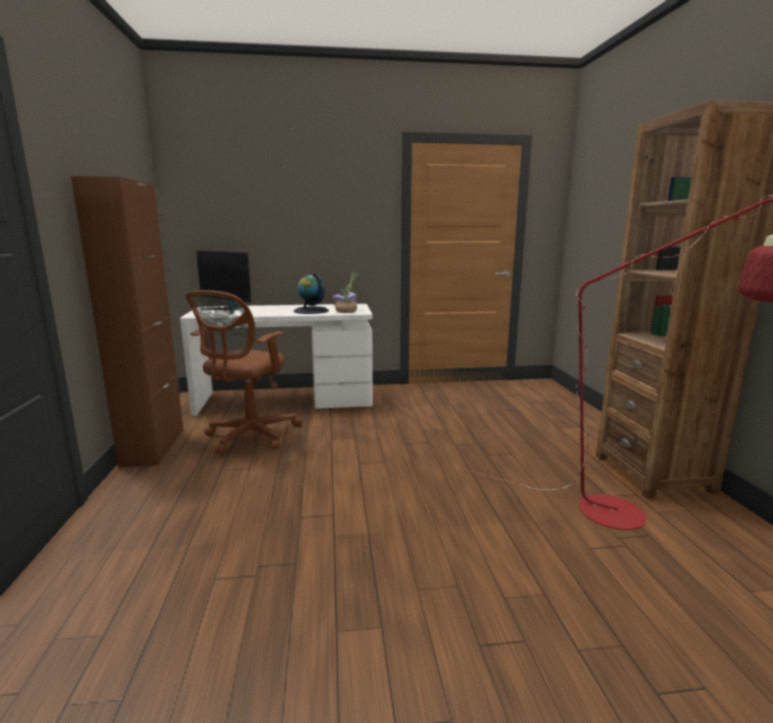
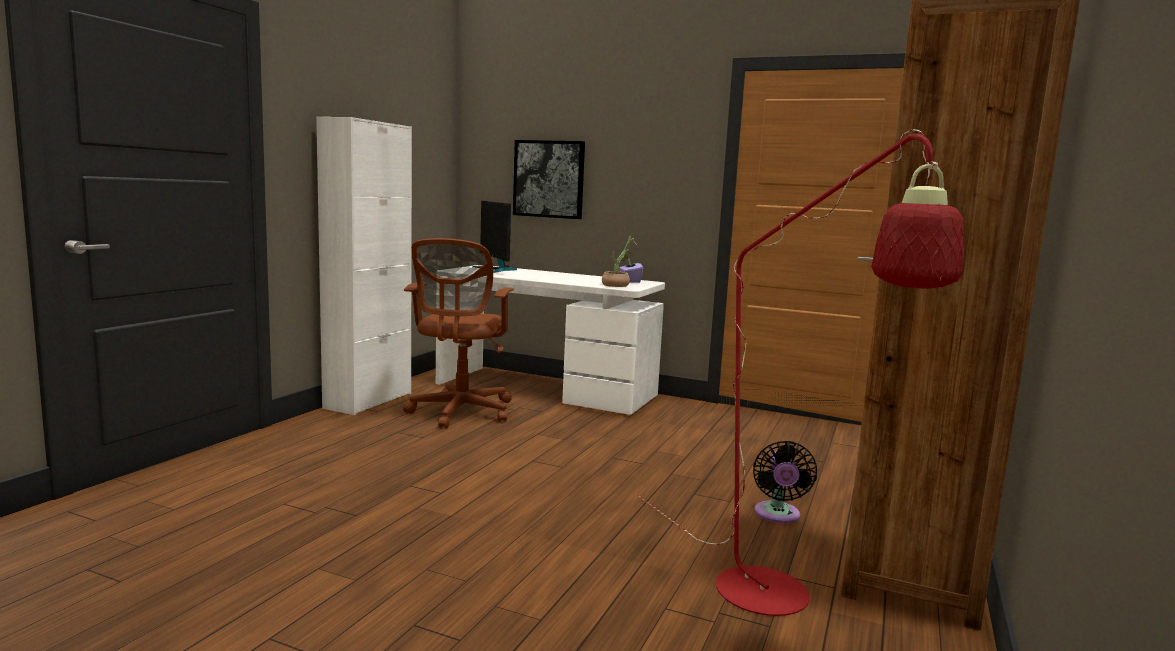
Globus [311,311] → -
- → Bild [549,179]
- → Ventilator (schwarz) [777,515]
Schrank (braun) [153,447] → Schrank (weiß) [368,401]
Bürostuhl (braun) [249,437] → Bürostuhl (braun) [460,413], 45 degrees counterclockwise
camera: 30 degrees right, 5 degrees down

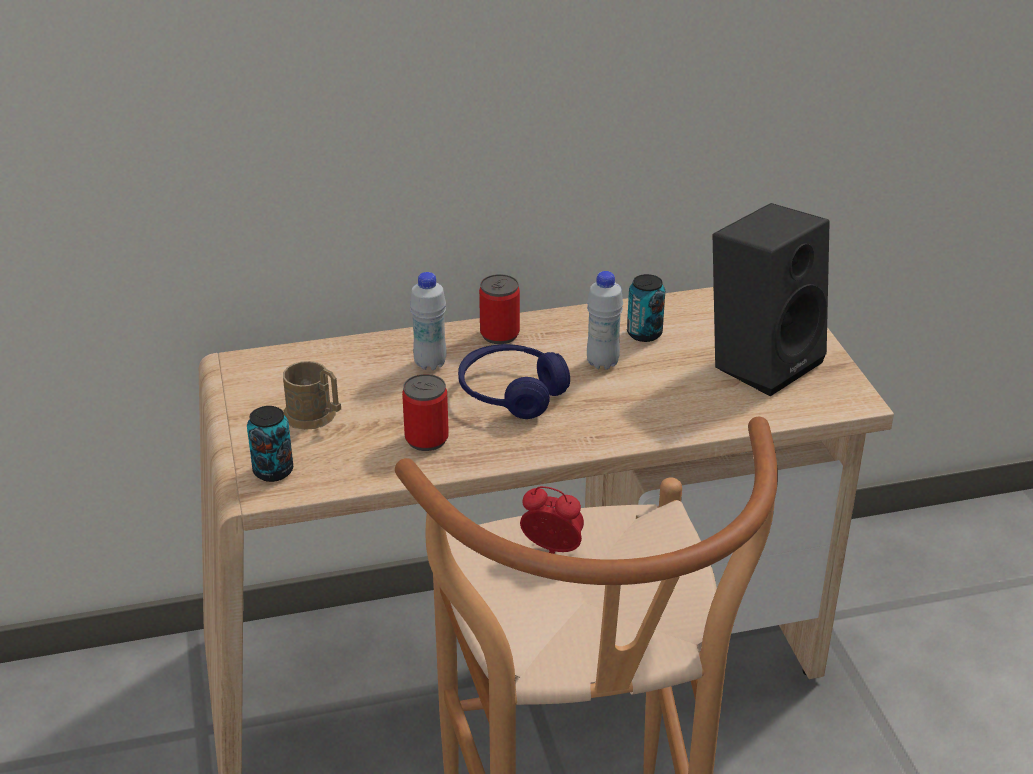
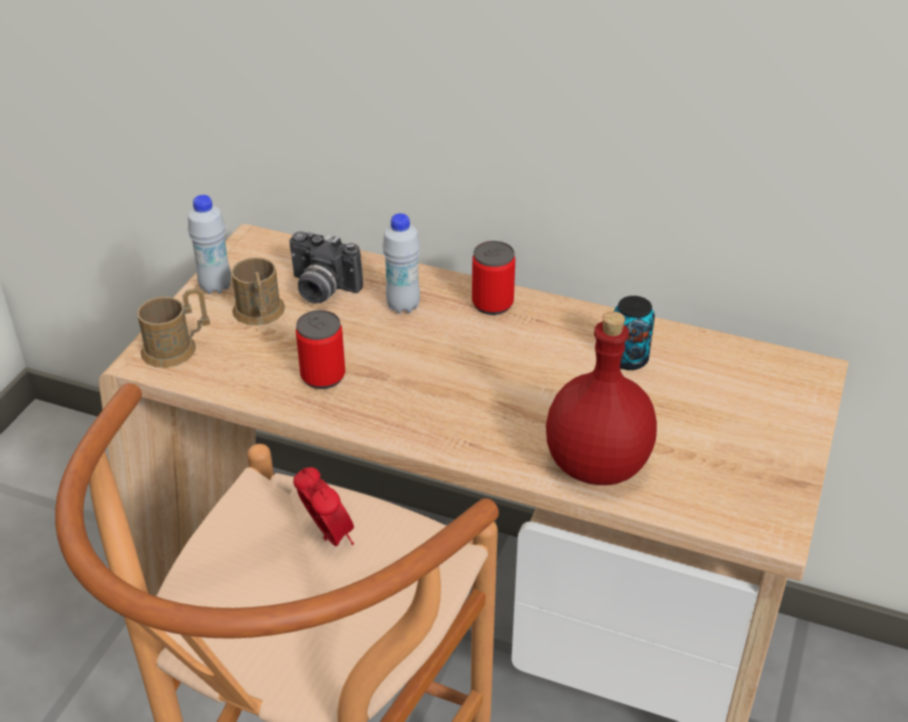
Kopfhörer (blau) [511,393] → -
Lautsprecher (schwarz) [762,360] → -
- → Kamera [321,290]
- → Flasche (rot) [598,466]
Flasche (weiß) [602,363] → Flasche (weiß) [215,287], move
Dose [273,471] → Henkelbecher (braun) [177,348]
camera: 35 degrees right, 5 degrees up

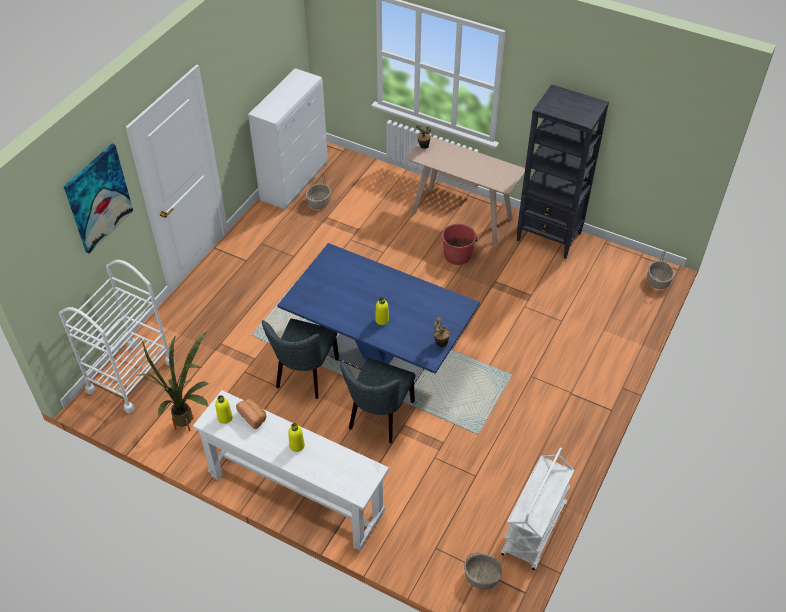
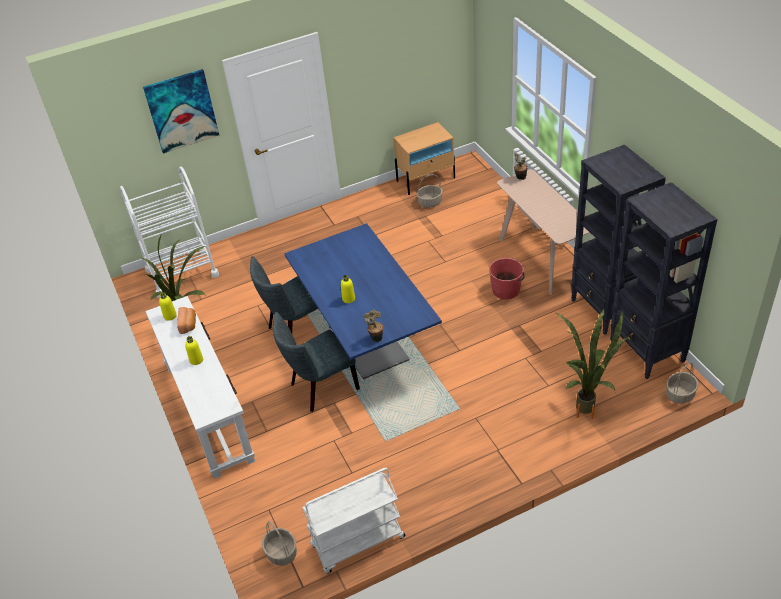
- → Topfpflanze [586,407]
- → Bücherregal (schwarz) [647,352]
Schrank (weiß) [295,181] → Nachttisch (beige) [426,179]
camera: 40 degrees right, 5 degrees down

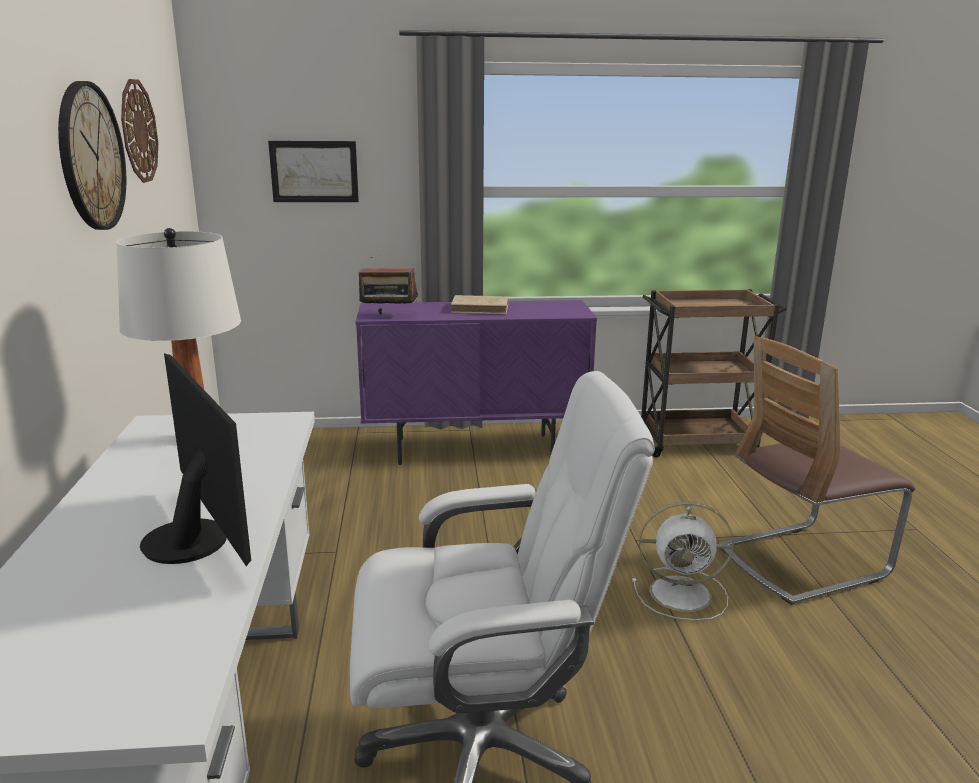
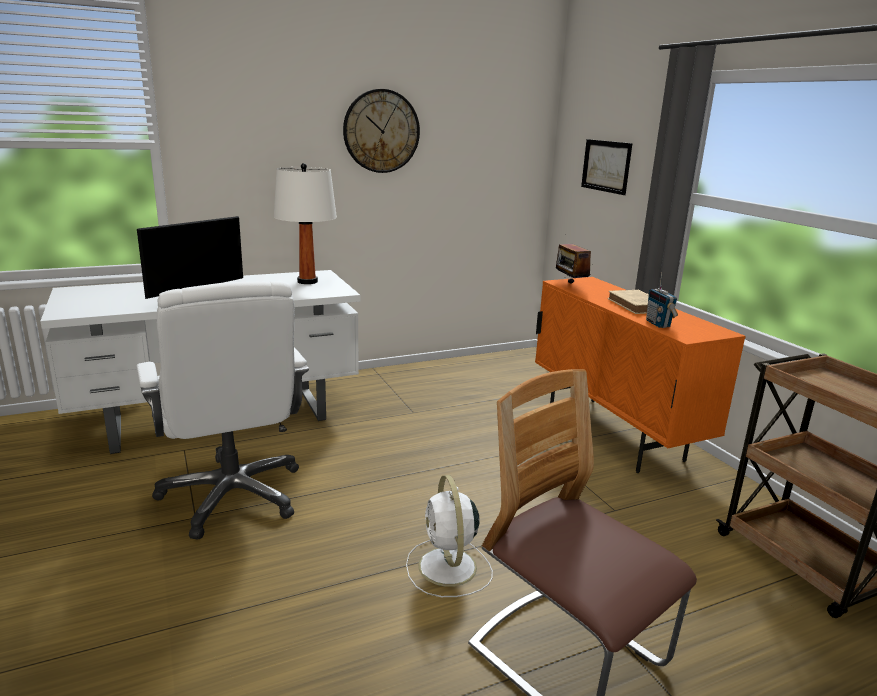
Wanduhr [138,131] → -
- → Radio [658,324]
Schrank (lila) [475,449] → Schrank (orange) [613,433]
camera: 70 degrees right, 0 degrees up

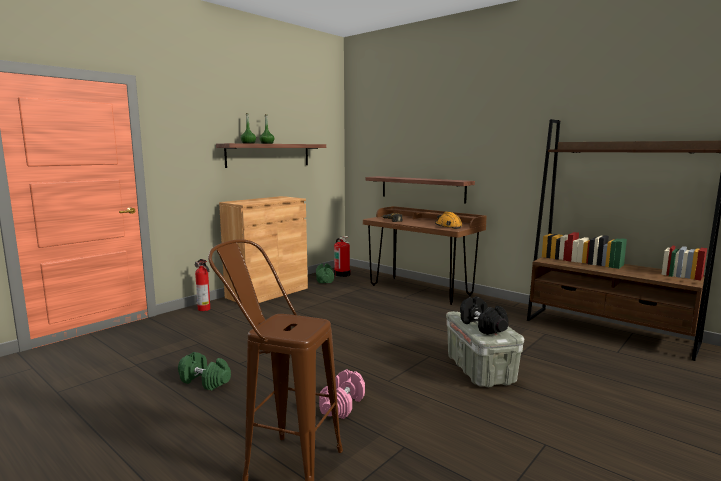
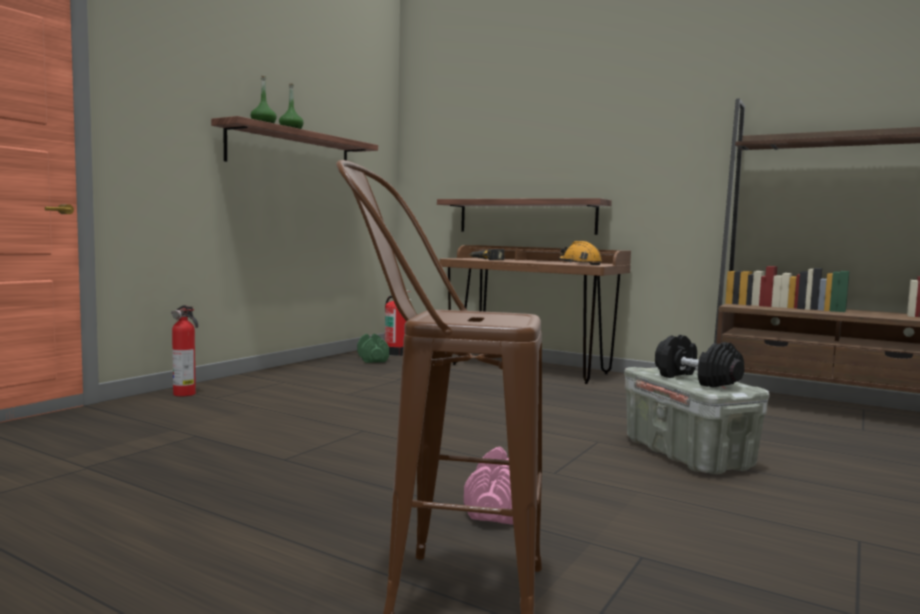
Hantel (grün) [205,381] → -
Schrank (braun) [267,293] → -
camera: 10 degrees left, 5 degrees down

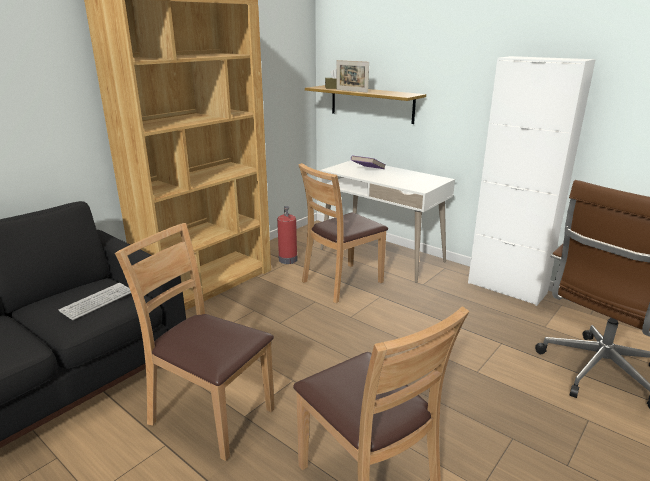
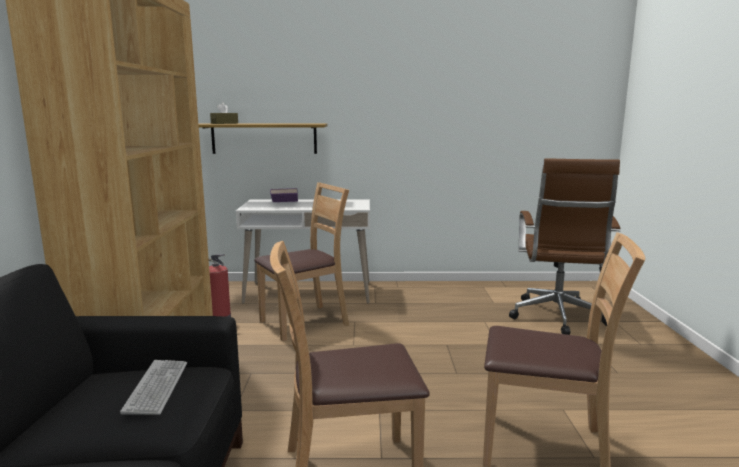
Bilderrahmen [351,91] → -
Schrank (weiß) [506,288] → -
Stuhl (braun) [342,282] → Stuhl (braun) [305,322], 135 degrees counterclockwise
camera: 40 degrees left, 10 degrees down

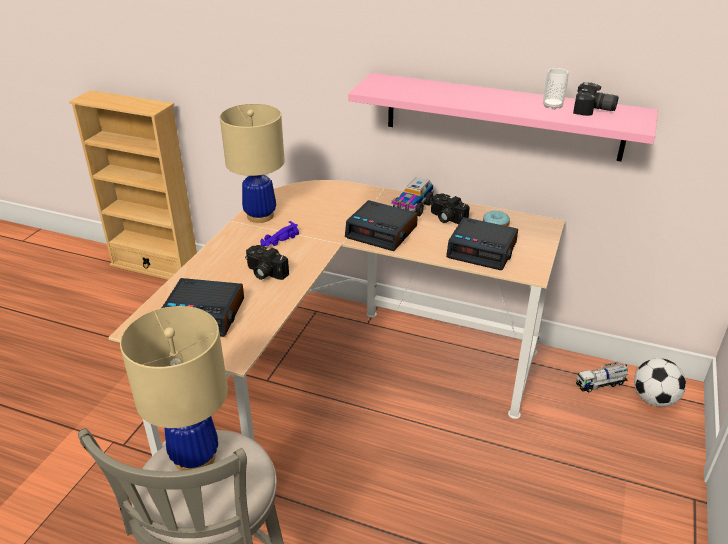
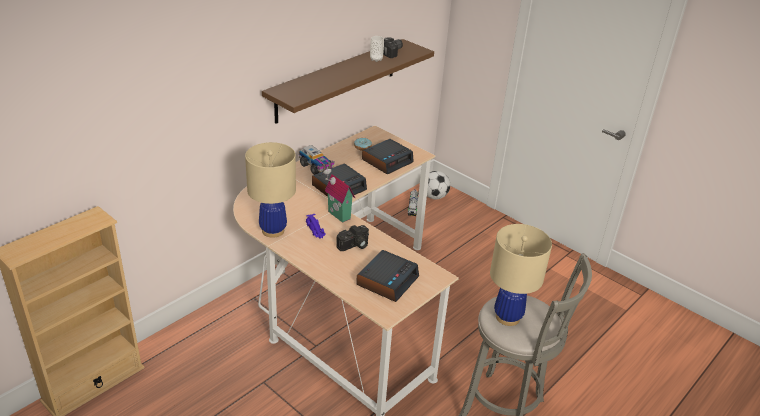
Kamera [446,218] → -
- → Spielzeughaus [337,215]
Wandregal (rosa) [502,116] → Wandregal (braun) [337,80]
camera: 70 degrees left, 0 degrees up

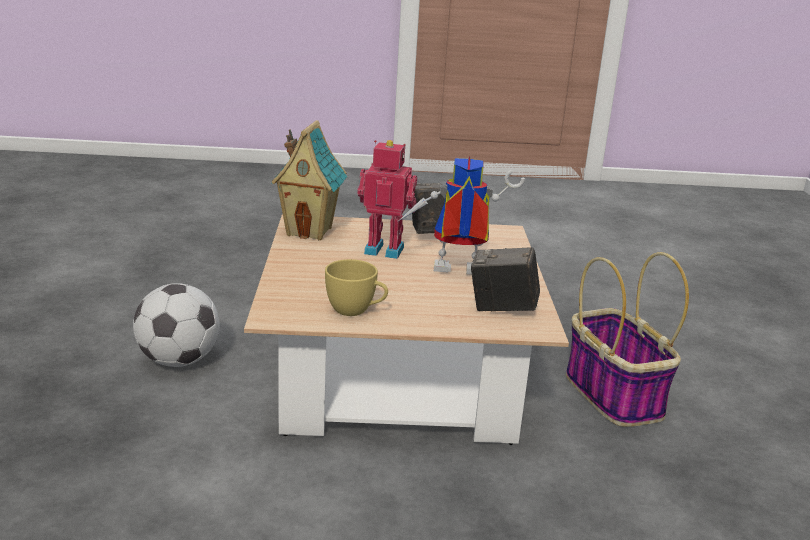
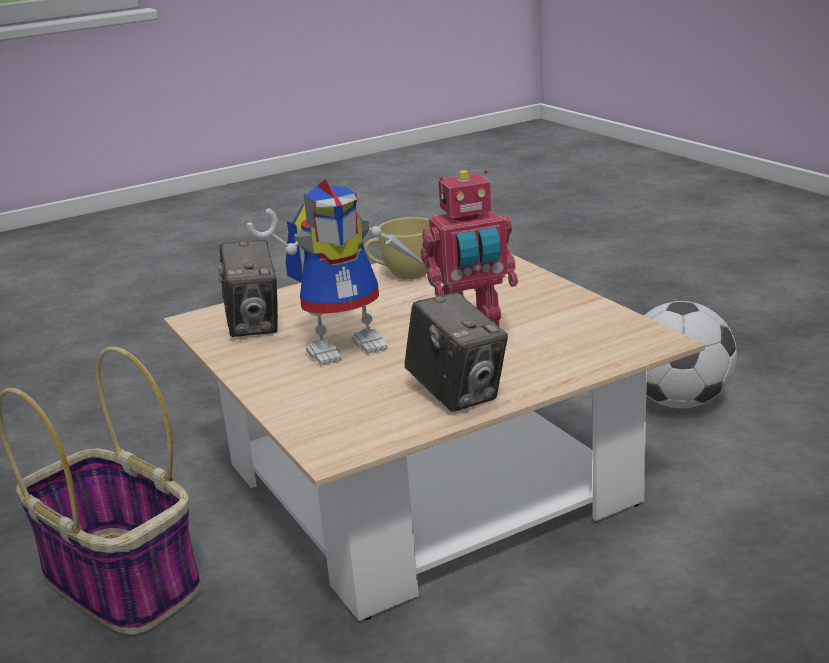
Spielzeughaus [310,231] → -
Kamera [502,308] → Kamera [254,325], 90 degrees clockwise
camera: 155 degrees right, 0 degrees up

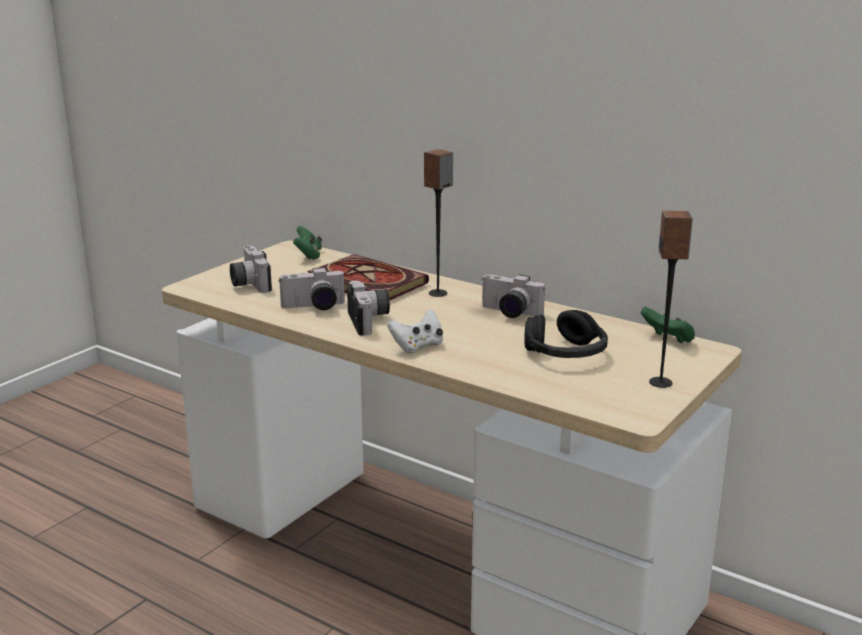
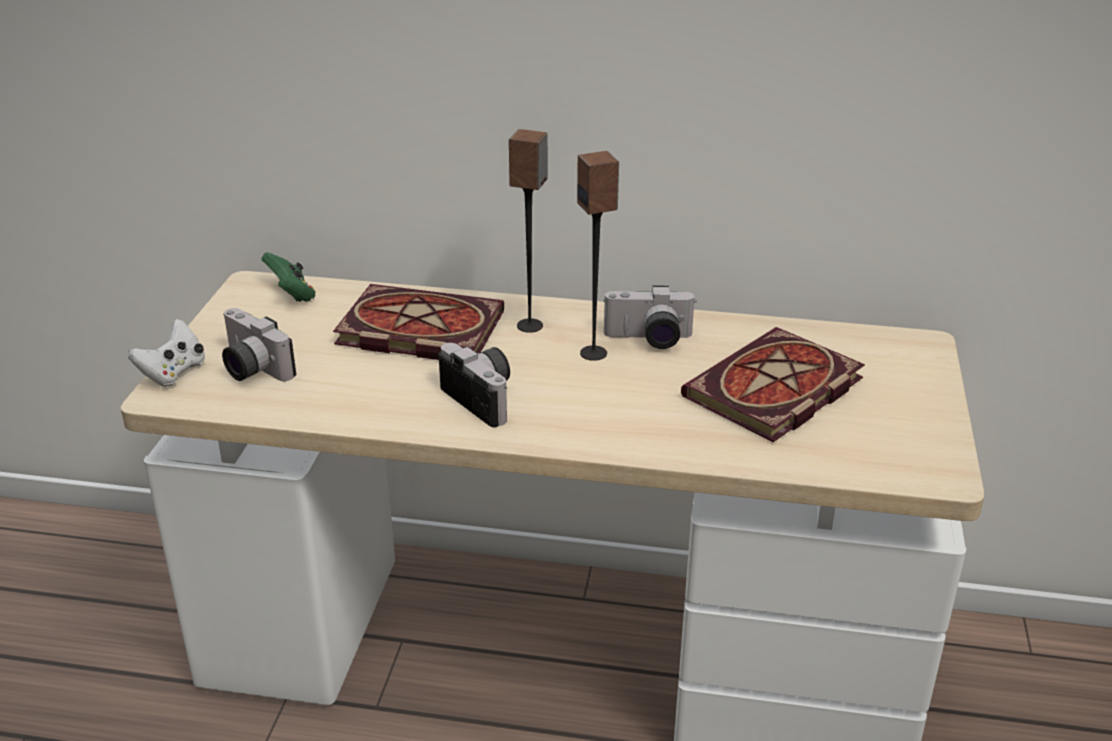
Kamera [314,307] → -
Gamepad (grün) [668,339] → -
Gamepad (weiß) [417,346] → Gamepad (weiß) [173,372], move
Lautsprecher [661,382] → Lautsprecher [594,353], move
Kopfhörer (schwarz) [565,353] → Buch [773,392]
camera: 25 degrees left, 10 degrees up

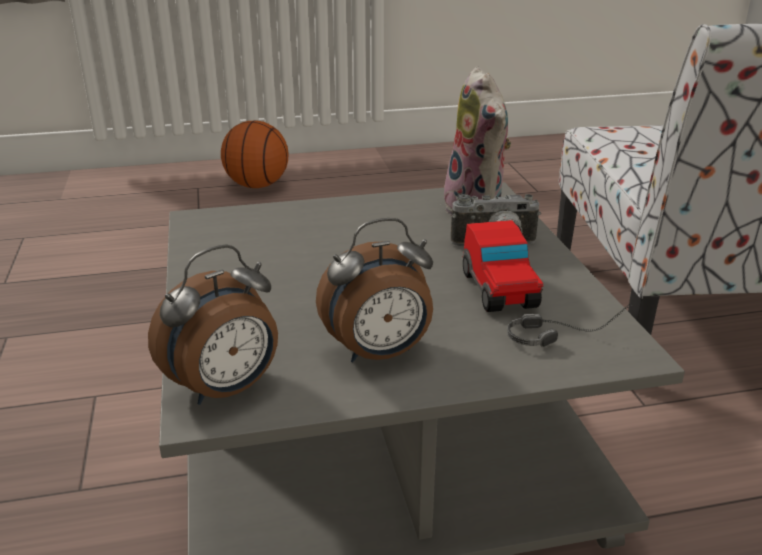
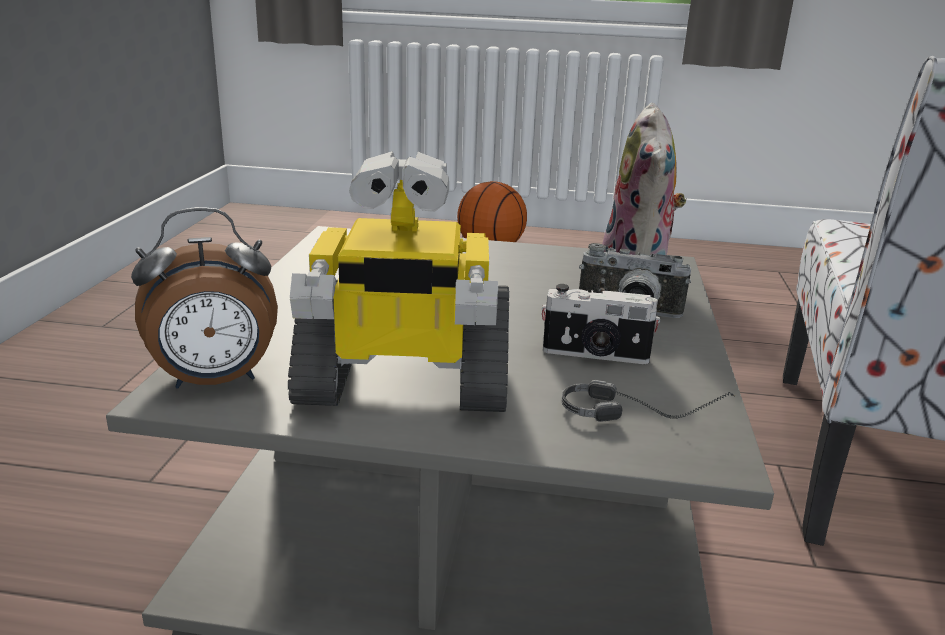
Wecker [379,354] → Spielzeugroboter [401,385]
Spielzeugauto [499,290] → Kamera [595,355]
camera: 20 degrees right, 5 degrees down

